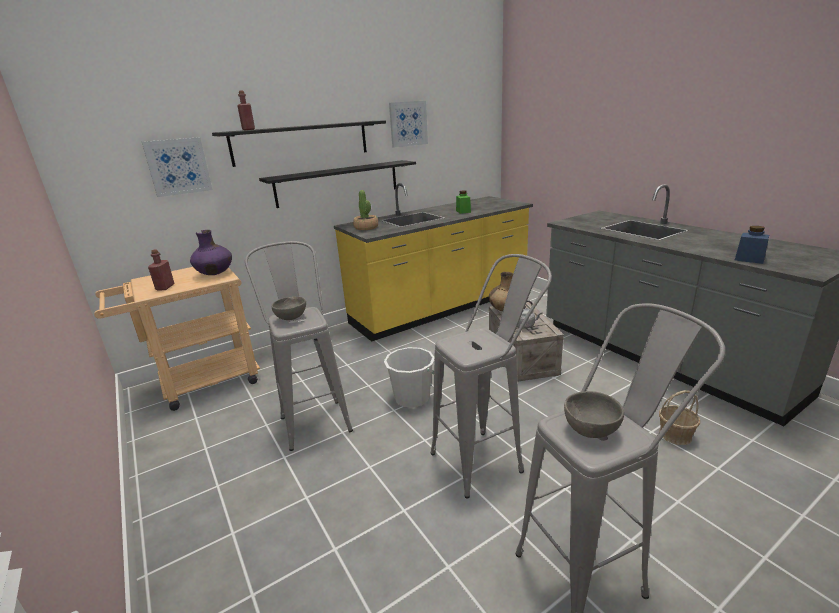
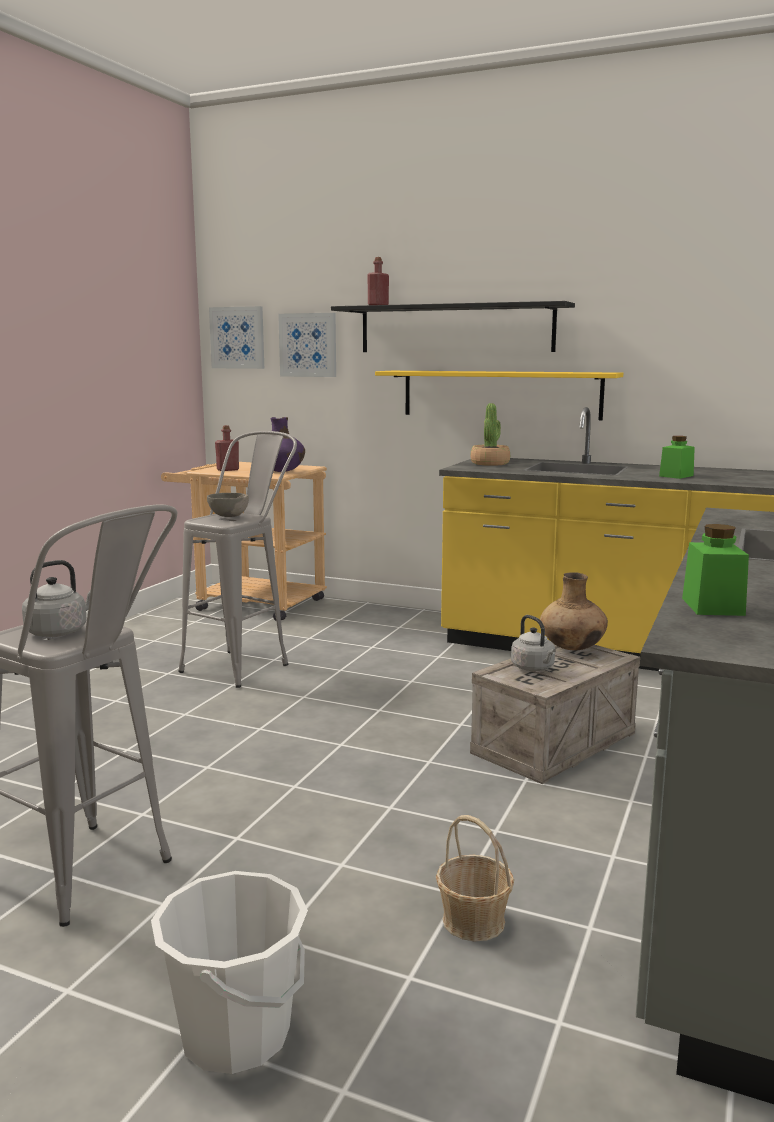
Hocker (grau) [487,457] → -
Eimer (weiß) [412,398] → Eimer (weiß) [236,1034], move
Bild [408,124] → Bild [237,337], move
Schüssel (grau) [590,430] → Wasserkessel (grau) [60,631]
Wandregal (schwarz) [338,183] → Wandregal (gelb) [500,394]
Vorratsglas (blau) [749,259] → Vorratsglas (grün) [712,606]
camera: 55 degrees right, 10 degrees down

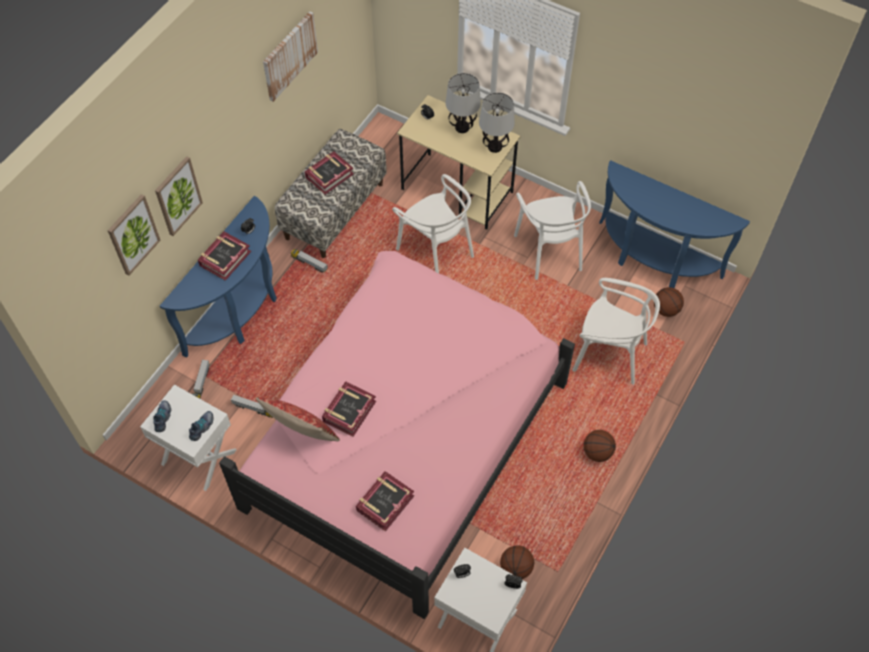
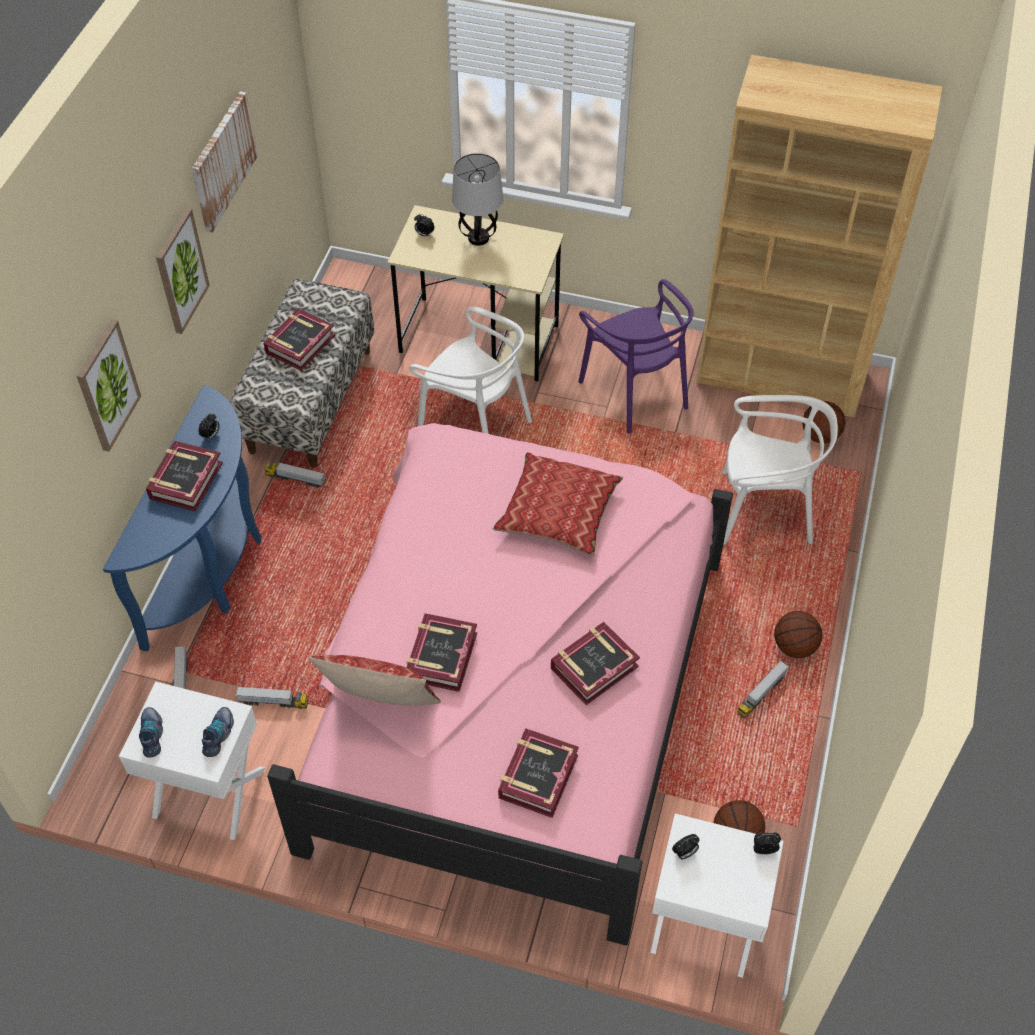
Tischlampe [495,146] → -
- → Kissen [558,513]
- → Buch [593,667]
- → Spielzeuglaster [761,694]
Bild [133,234] → Bild [180,271], move
Konsolentisch (blau) [653,260] → Bücherregal (braun) [781,375]
Stuhl (weiß) [550,251] → Stuhl (lila) [635,392]
camera: 15 degrees left, 5 degrees down

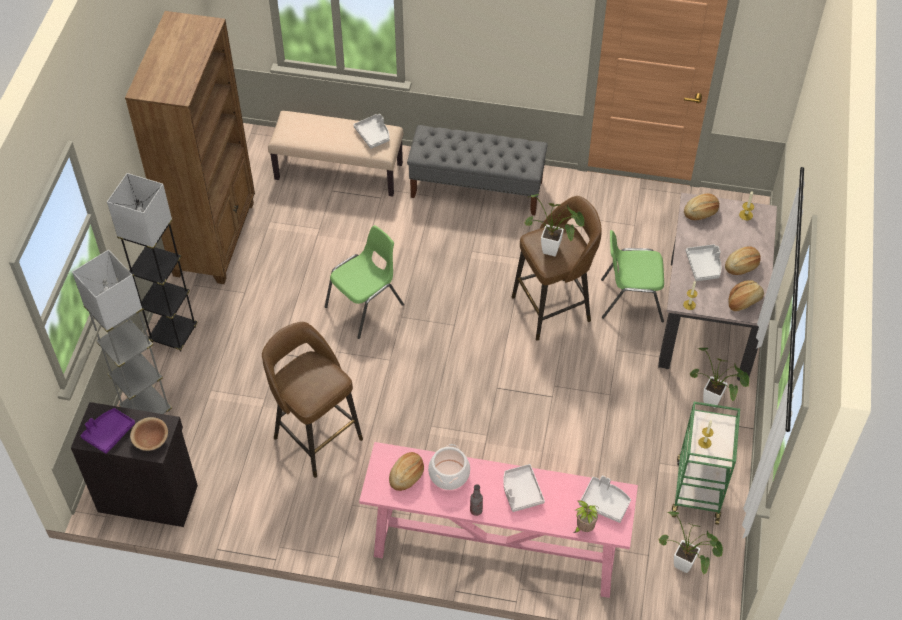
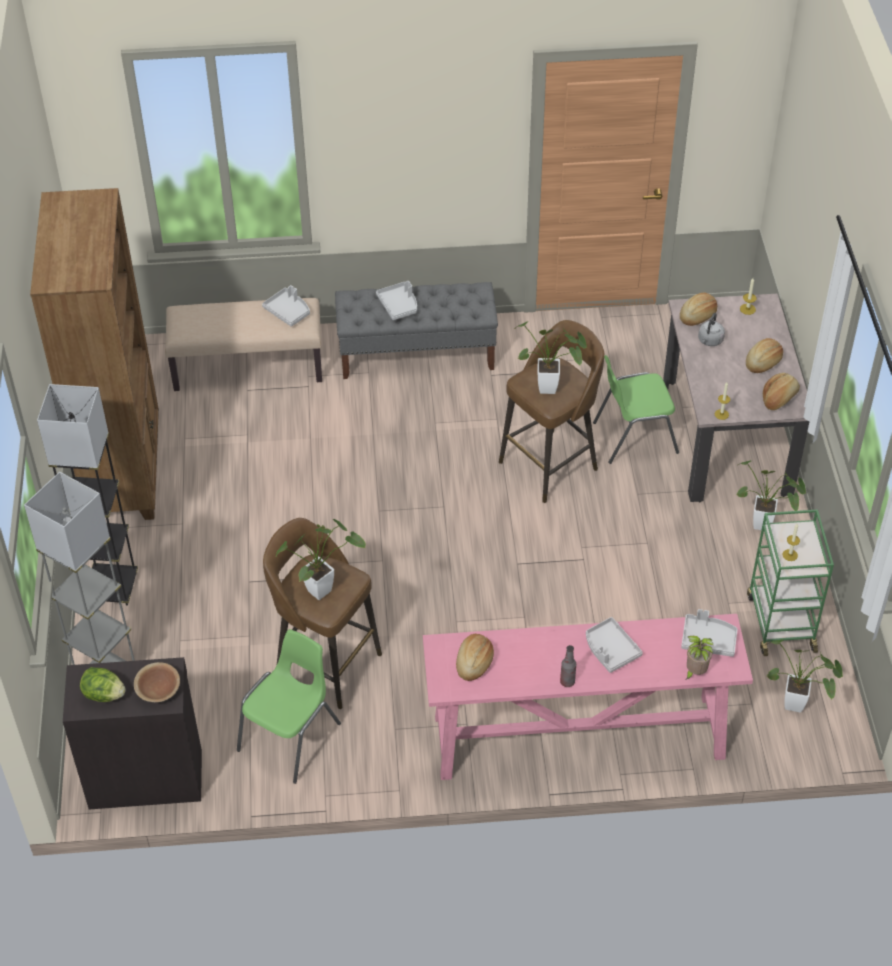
Kochtopf [449,474] → -
- → Topfpflanze [324,588]
- → Wasserkessel (grau) [709,341]
Stuhl (grün) [366,306] → Stuhl (grün) [291,736], move
Tablett (grau) [704,266] → Tablett (grau) [399,305], move
Tablett (lila) [109,433] → Salatkopf [104,694]
camera: 15 degrees left, 5 degrees down

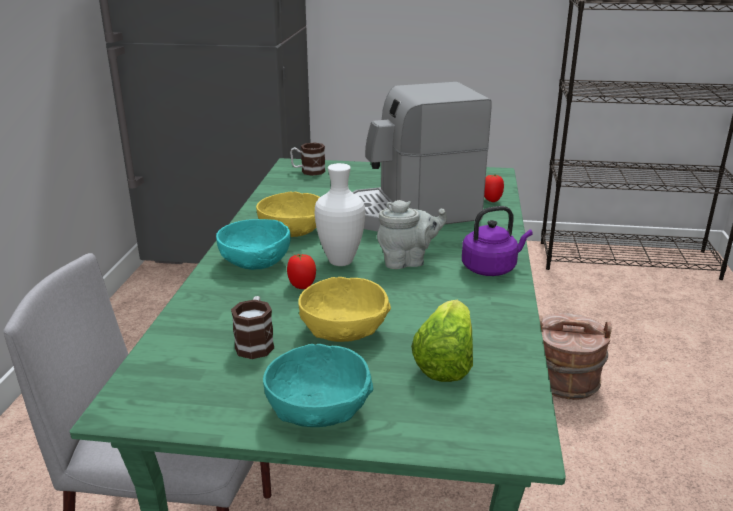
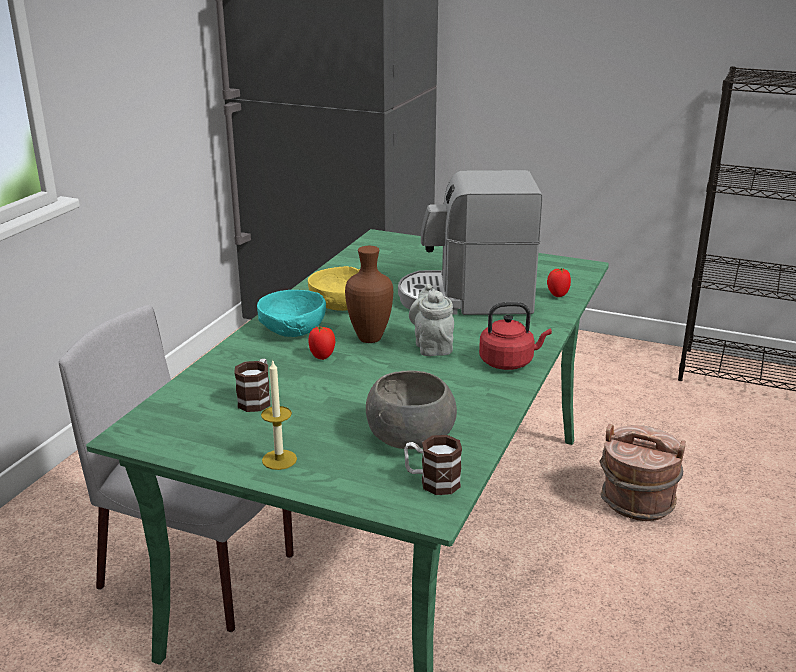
Schüssel (gelb) [344,331] → -
Henkelbecher [308,171] → Henkelbecher [432,481], move
Schüssel (türkis) [318,411] → Kerze [279,459]
Salatkopf [445,361] → Schüssel (grau) [409,437]
Vase (weiß) [342,261] → Vase (braun) [371,338]
Wasserkessel (lila) [491,268] → Wasserkessel (rot) [509,362]
Teekanne (grau) [407,261] → Teekanne (grau) [432,346], 105 degrees counterclockwise
camera: 15 degrees right, 0 degrees up

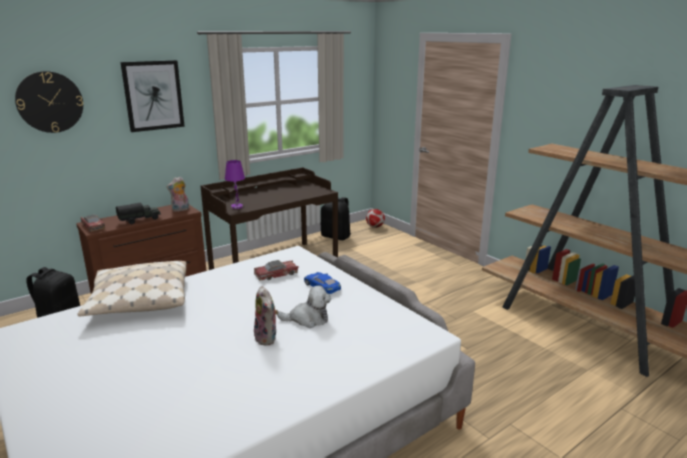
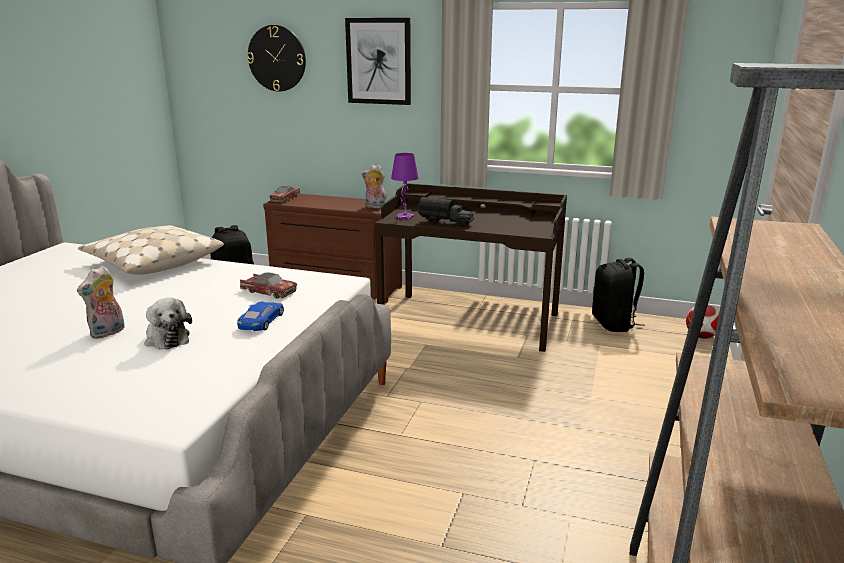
Spielzeuglaster [140,220] → Spielzeuglaster [446,223], move
camera: 55 degrees right, 0 degrees up

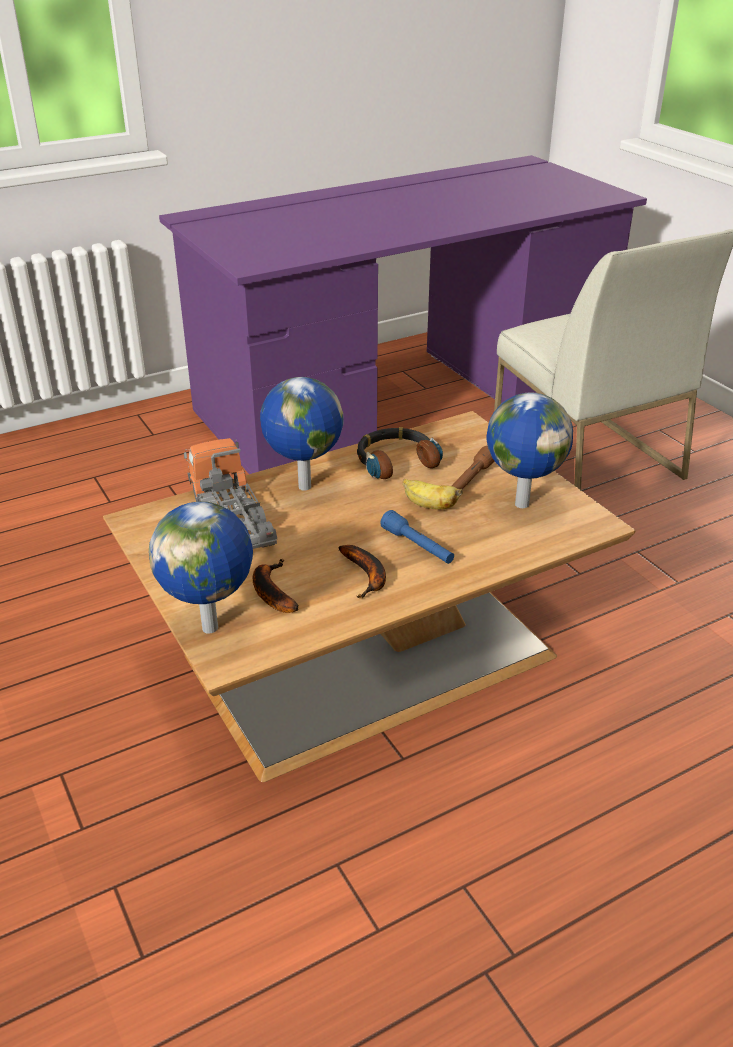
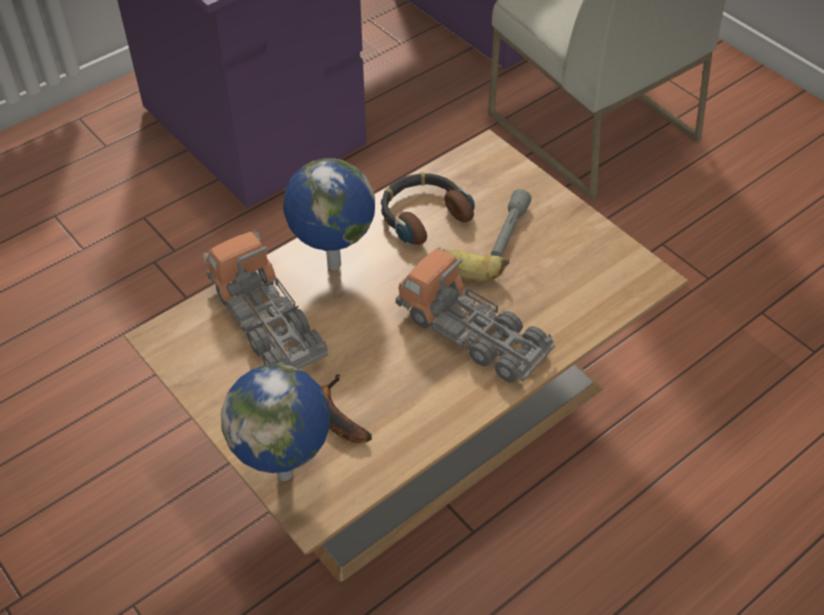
Banane [367,576] → -
Globus [520,503] → -
Taschenlampe (blau) [417,546] → Spielzeuglaster [473,333]
Taschenlampe (braun) [471,480] → Taschenlampe (grau) [508,232]
camera: 10 degrees left, 15 degrees up

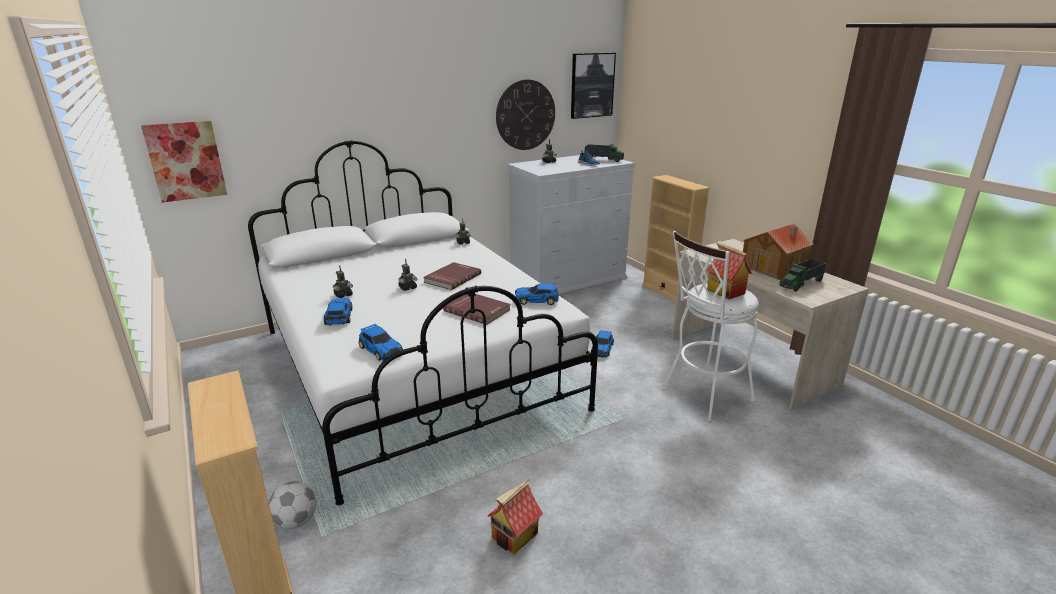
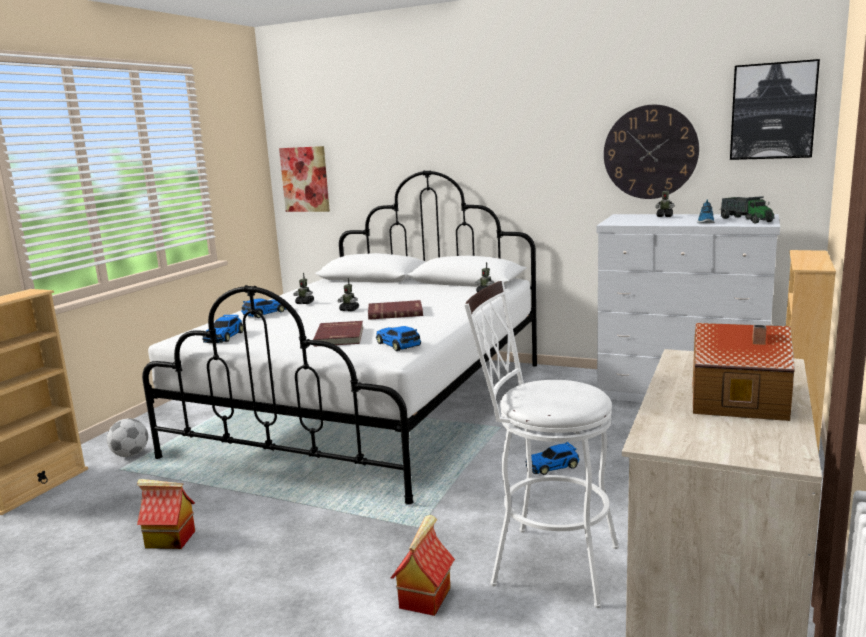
Spielzeuglaster [800,284] → -
Spielzeughaus [724,291] → Spielzeughaus [424,597], move
camera: 55 degrees right, 10 degrees down

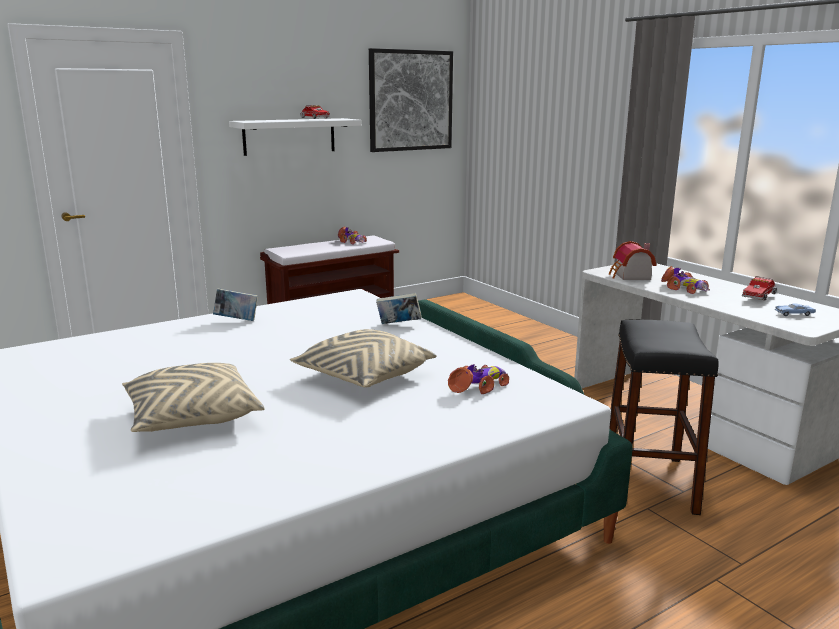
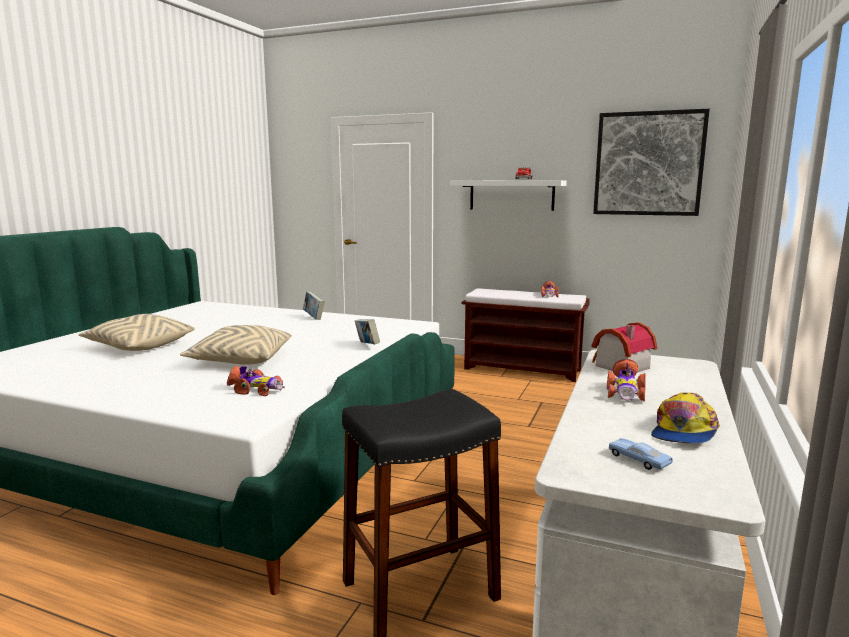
Spielzeuglaster [758,297] → Kappe [683,431]
camera: 55 degrees right, 5 degrees down

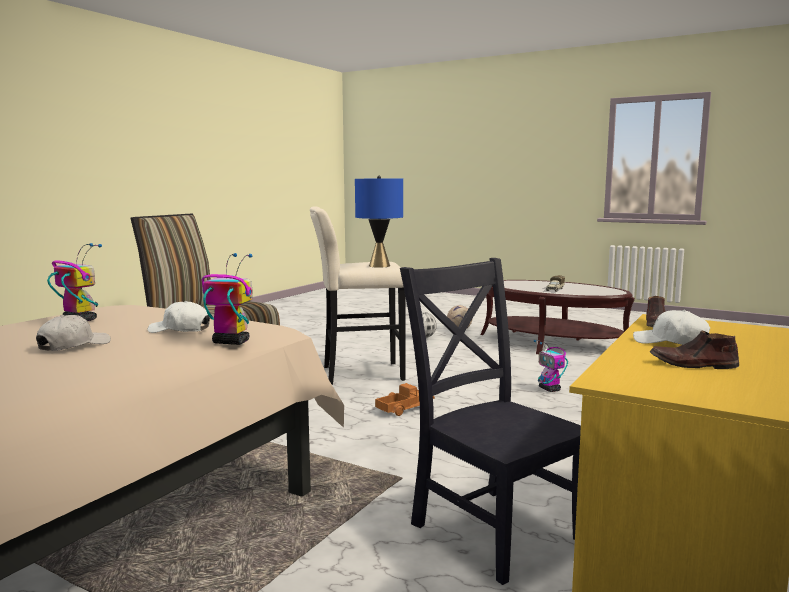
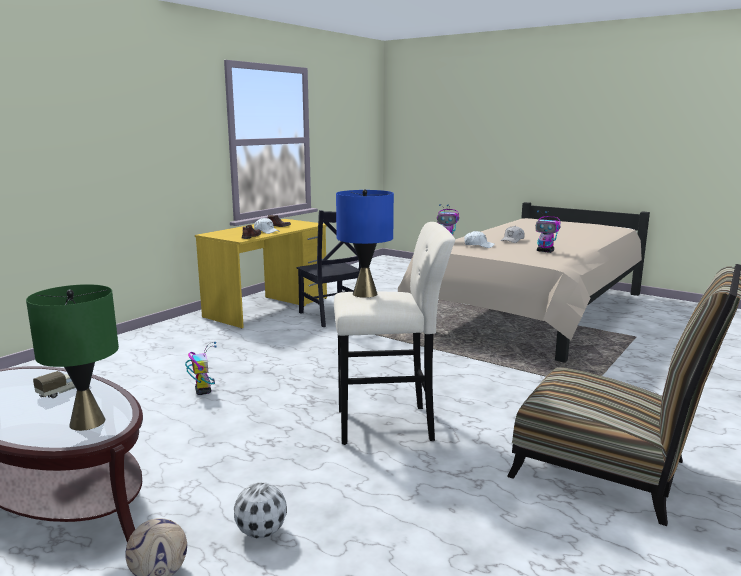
Spielzeuglaster [404,408] → -
- → Tischlampe (grün) [87,422]
camera: 175 degrees left, 5 degrees up

